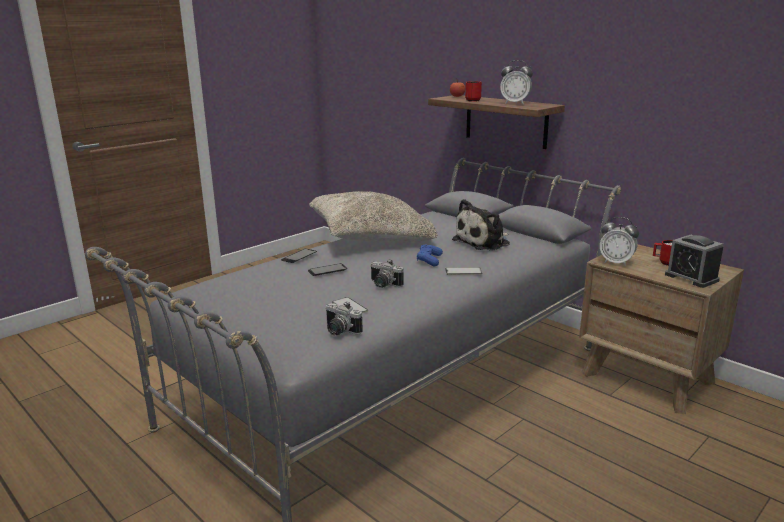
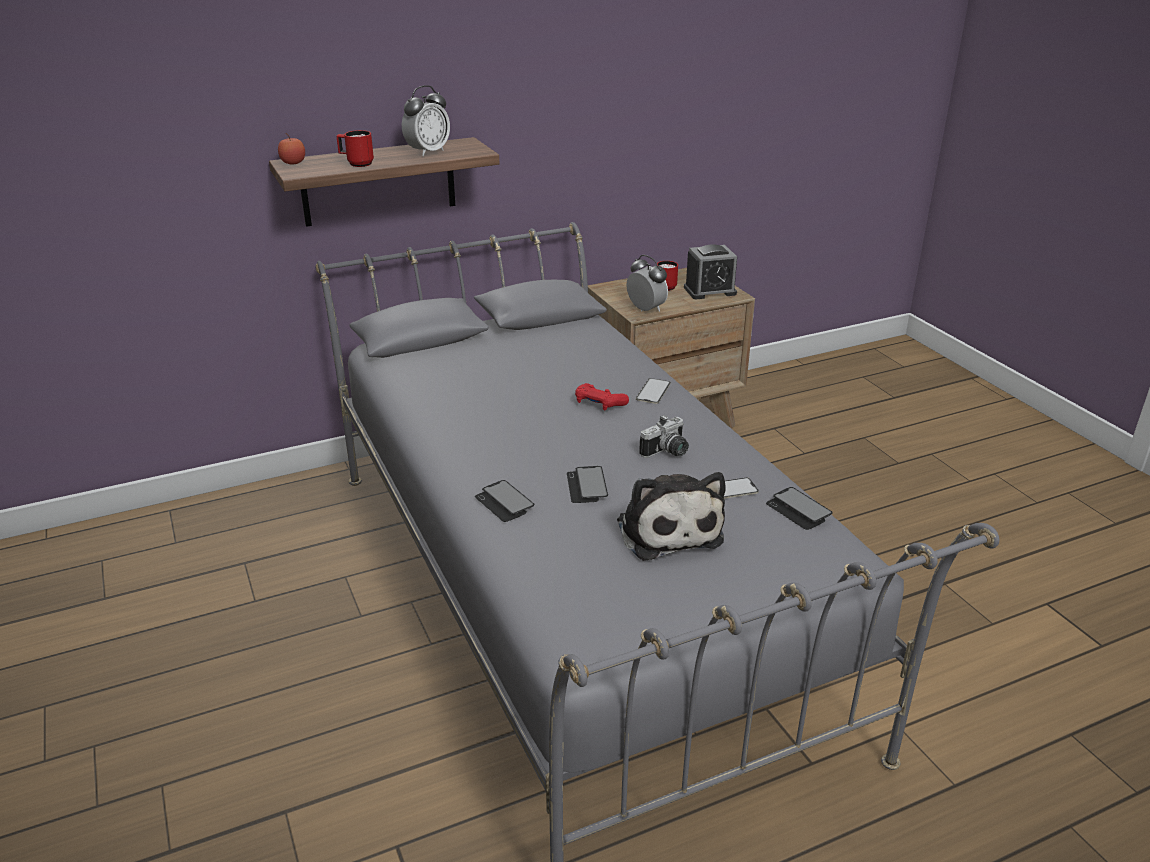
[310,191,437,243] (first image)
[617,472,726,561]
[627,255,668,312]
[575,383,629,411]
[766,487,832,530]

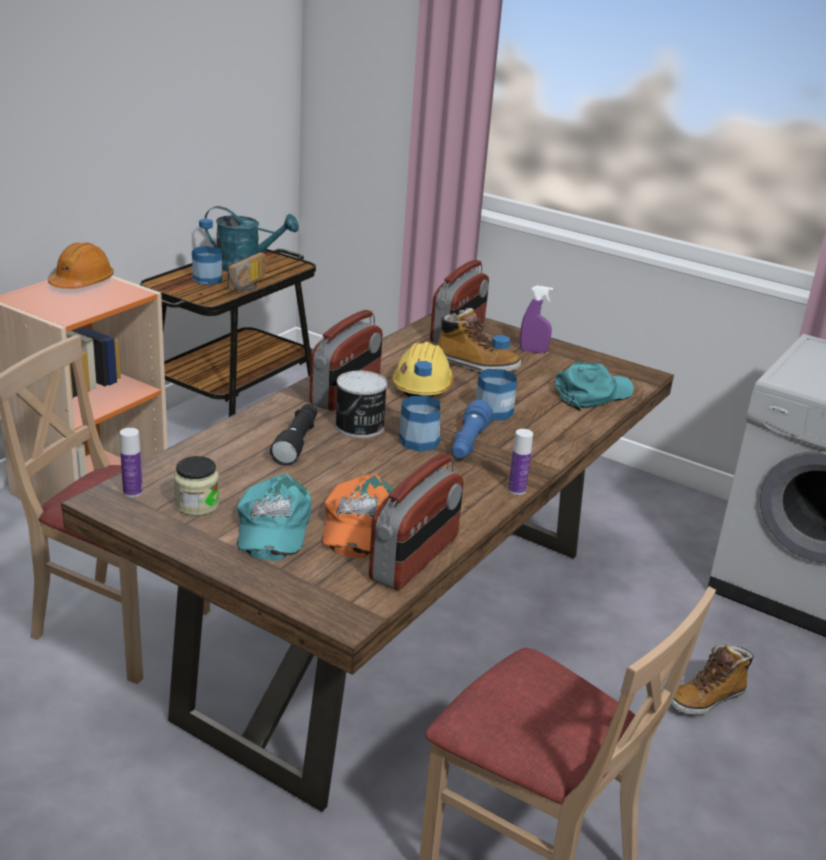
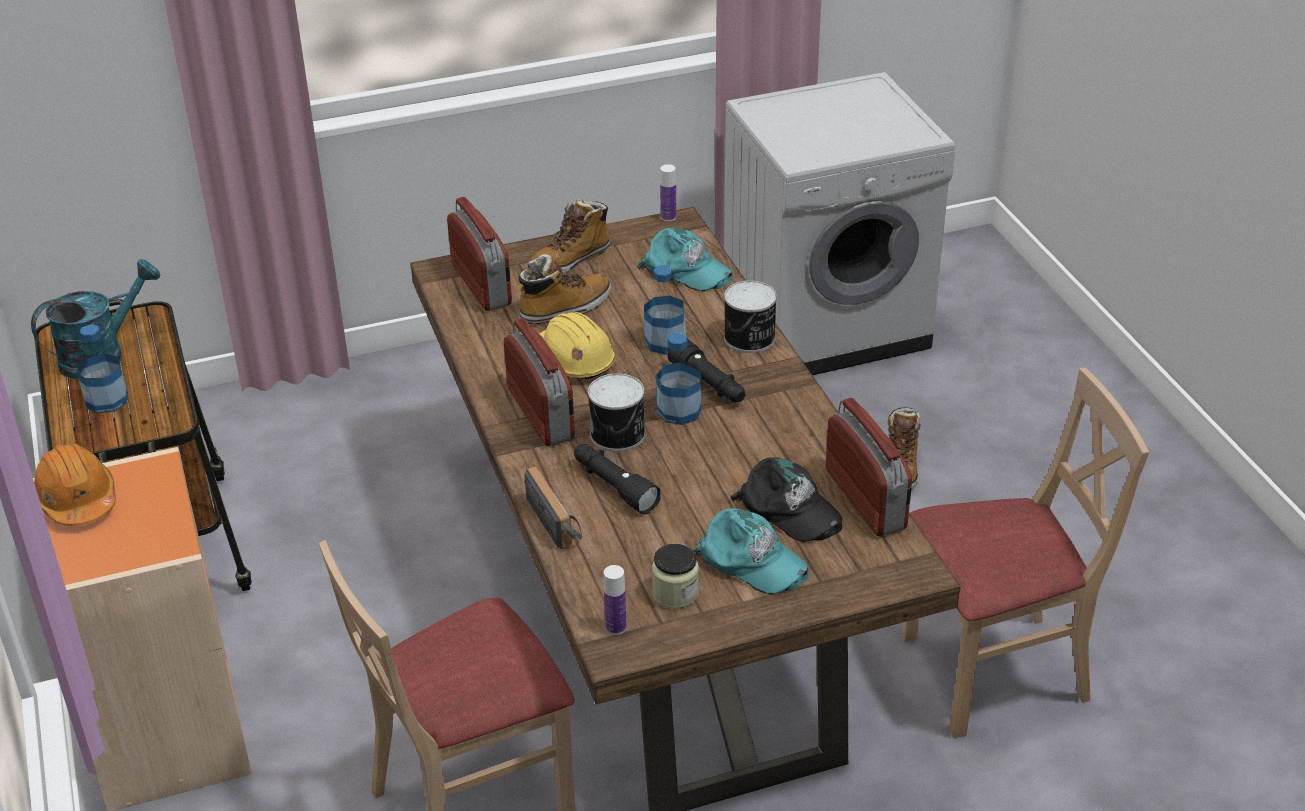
[524,467,582,549]
[528,199,611,273]
[637,228,733,291]
[667,340,745,403]
[660,164,676,222]
[731,457,842,542]
[724,280,777,353]

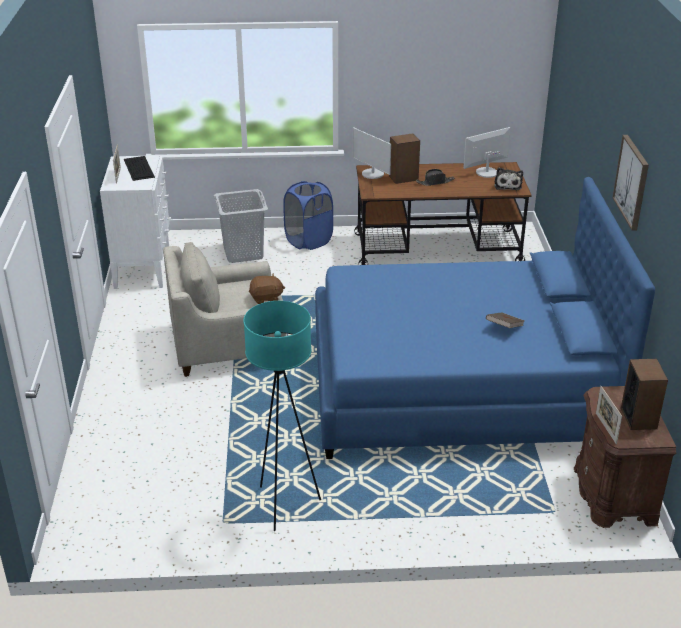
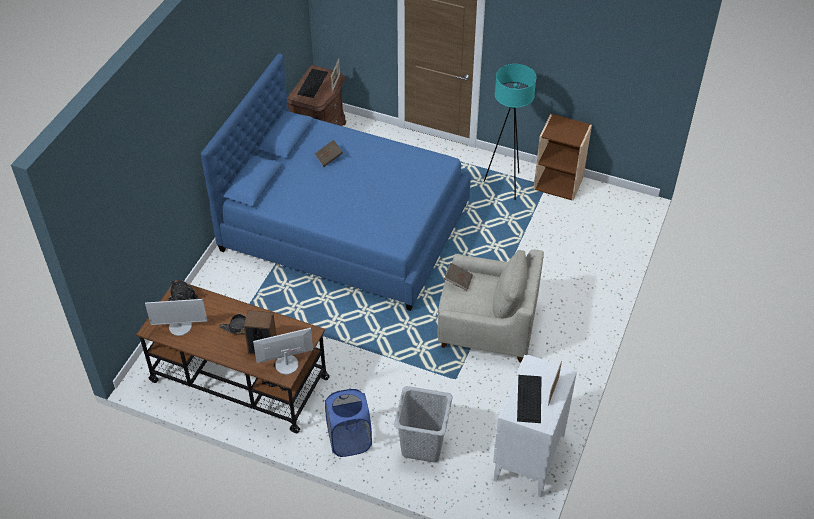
[253,328,313,375]
[612,135,649,231] (first image)
[444,263,473,291]
[297,69,328,98]
[533,114,592,201]

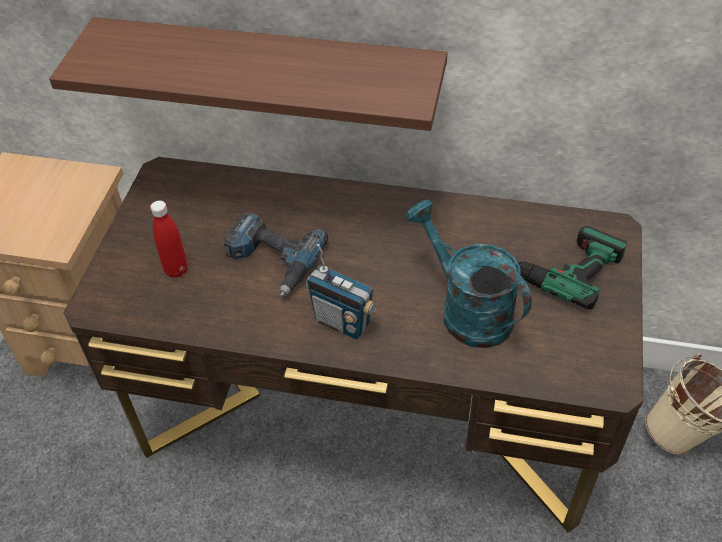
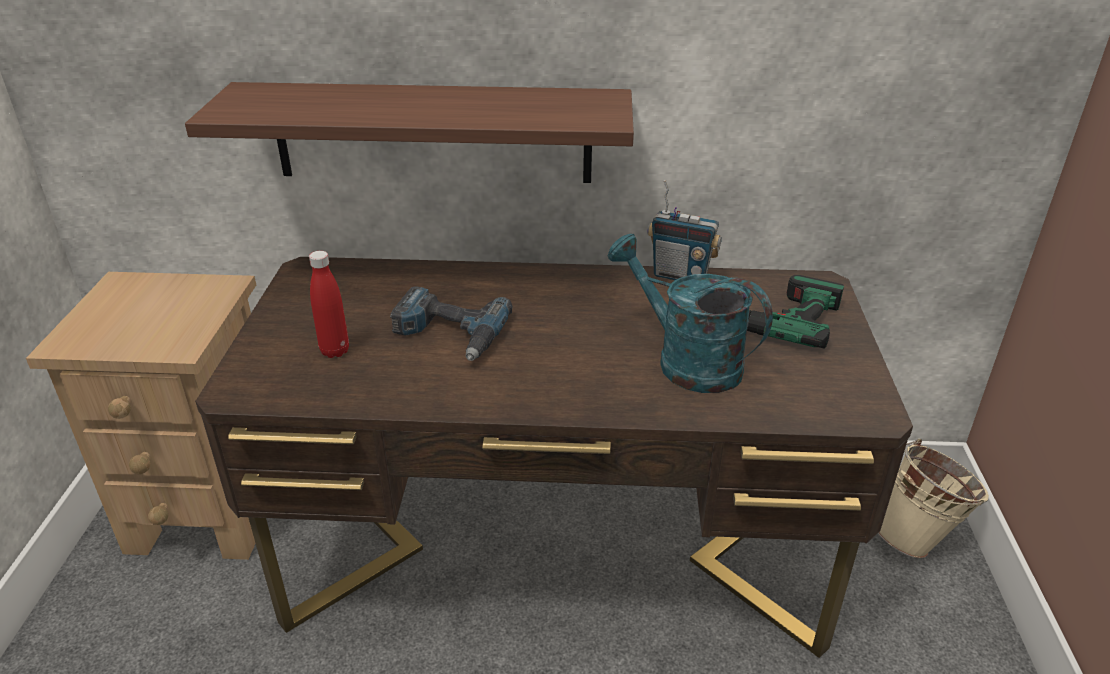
[647,180,722,280]

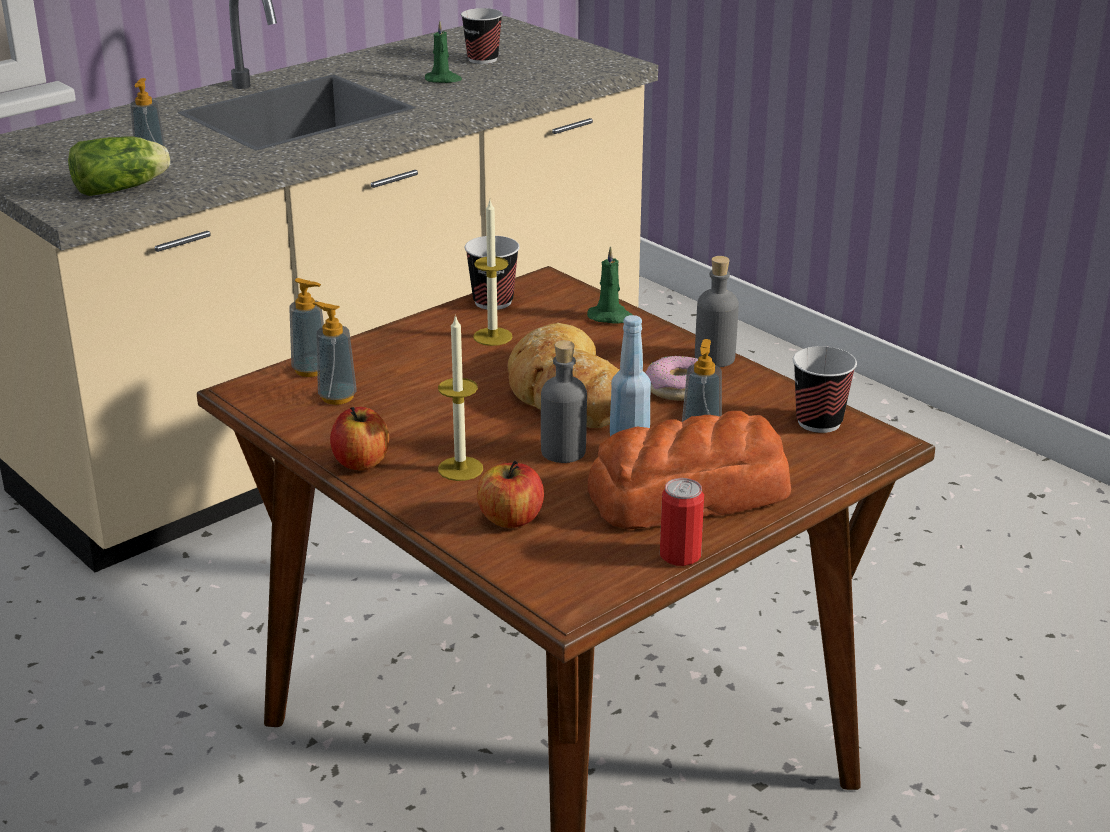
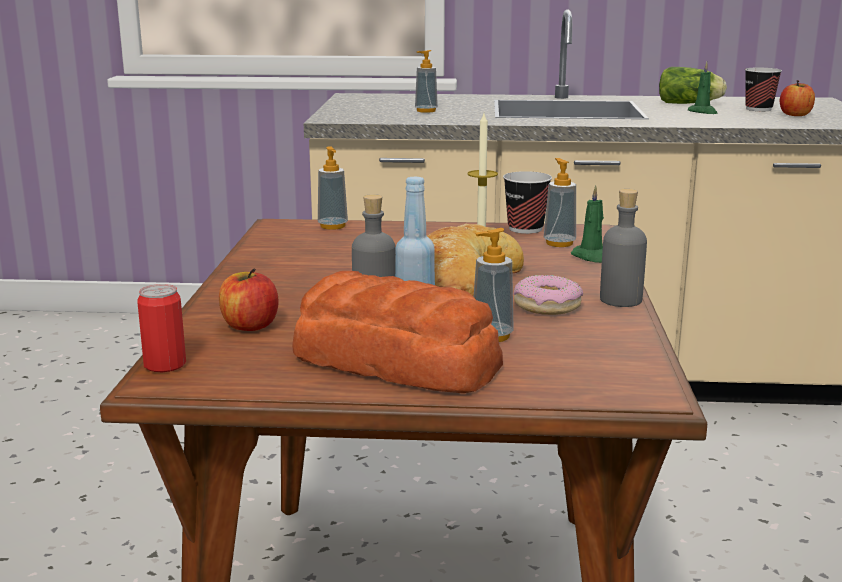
[659,67,727,104]
[544,158,576,247]
[438,314,483,481] (first image)
[793,346,857,433] (first image)
[780,80,815,116]
[137,284,186,372]

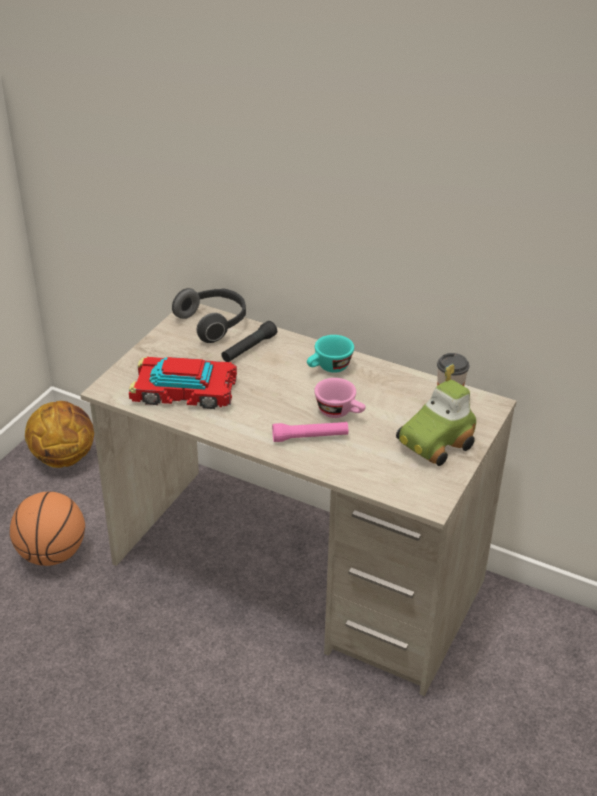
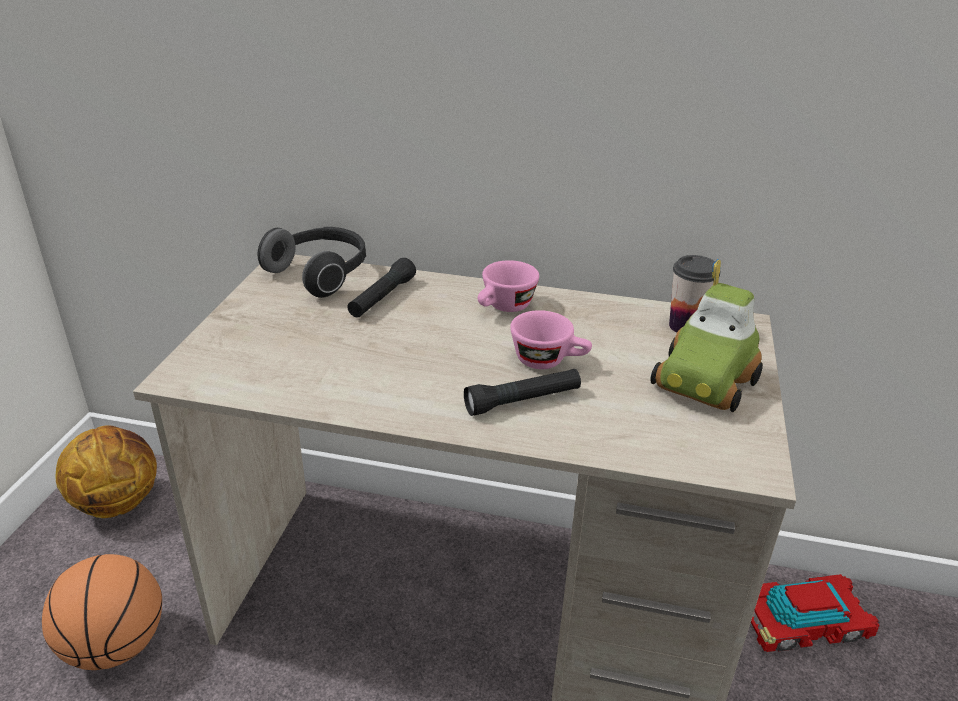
[478,260,539,312]
[751,574,880,652]
[464,369,581,416]

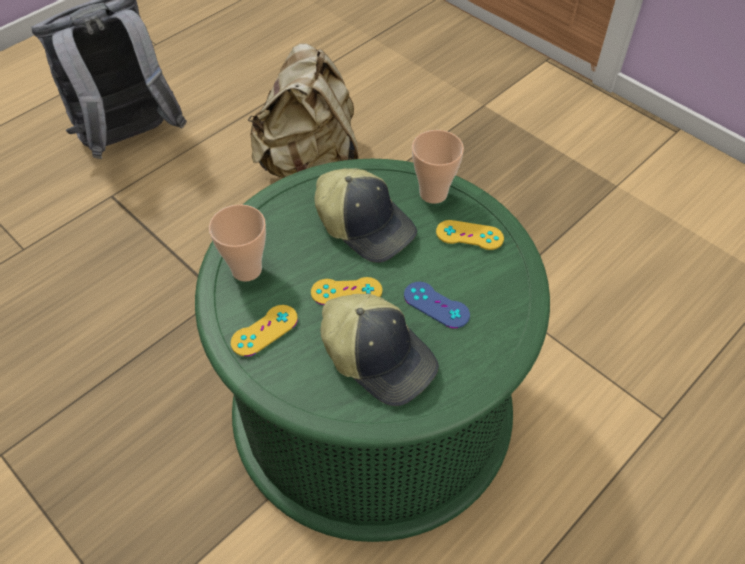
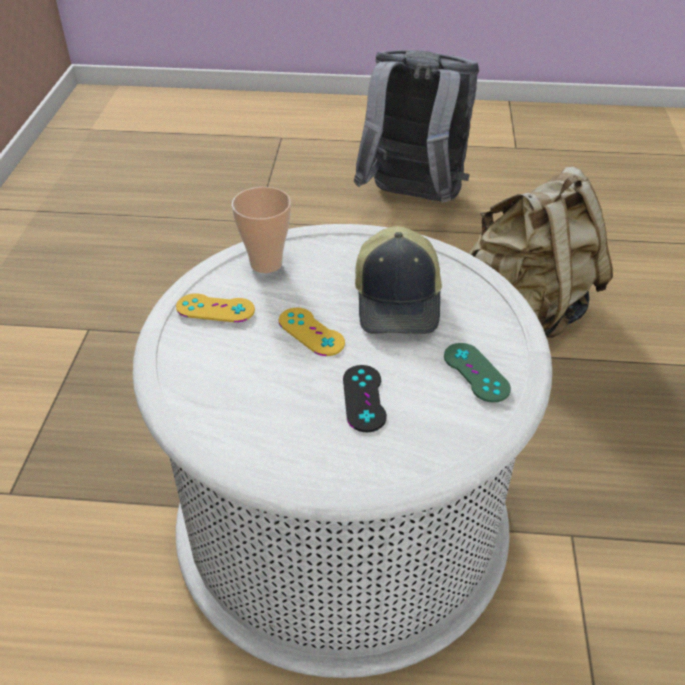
[412,130,464,204] (first image)
[133,224,552,678]
[444,343,511,403]
[343,365,387,432]
[320,294,439,406] (first image)

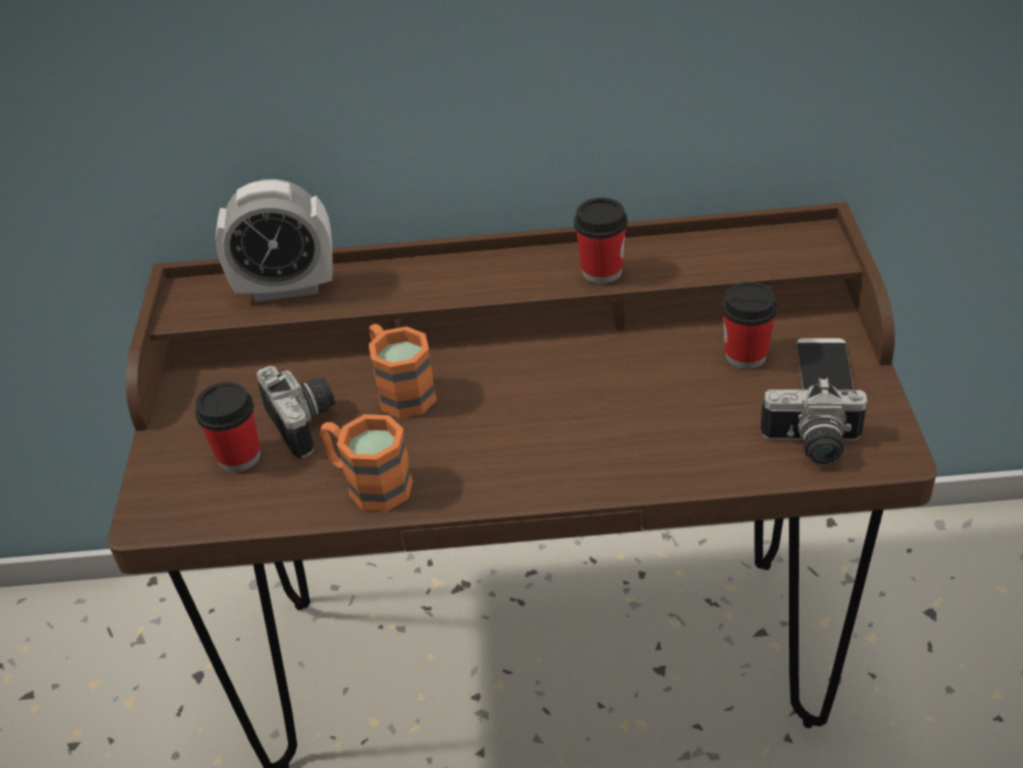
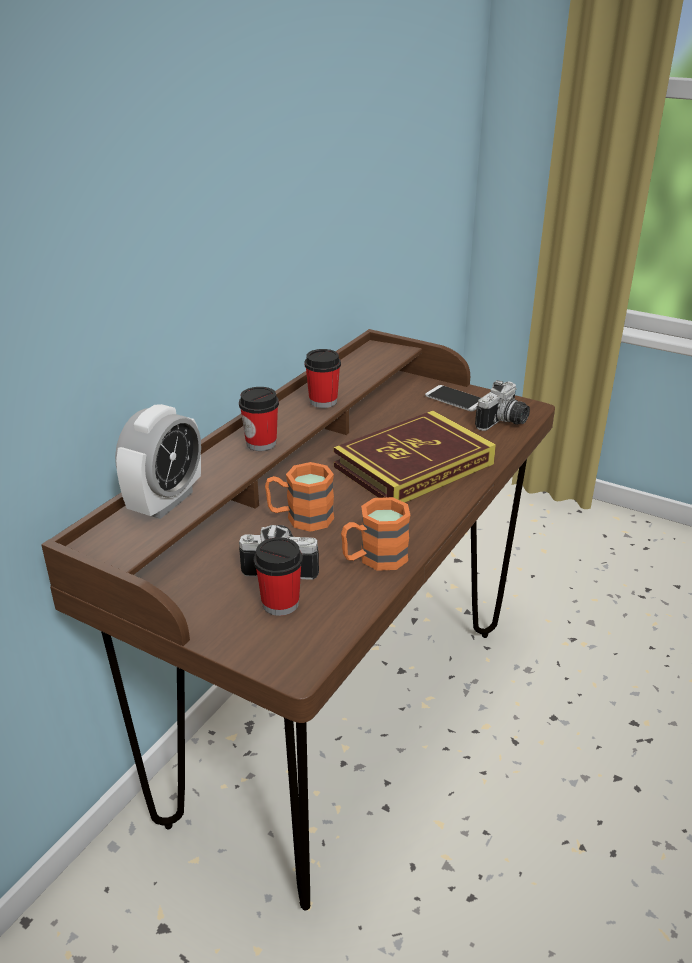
[239,387,279,451]
[334,411,496,503]

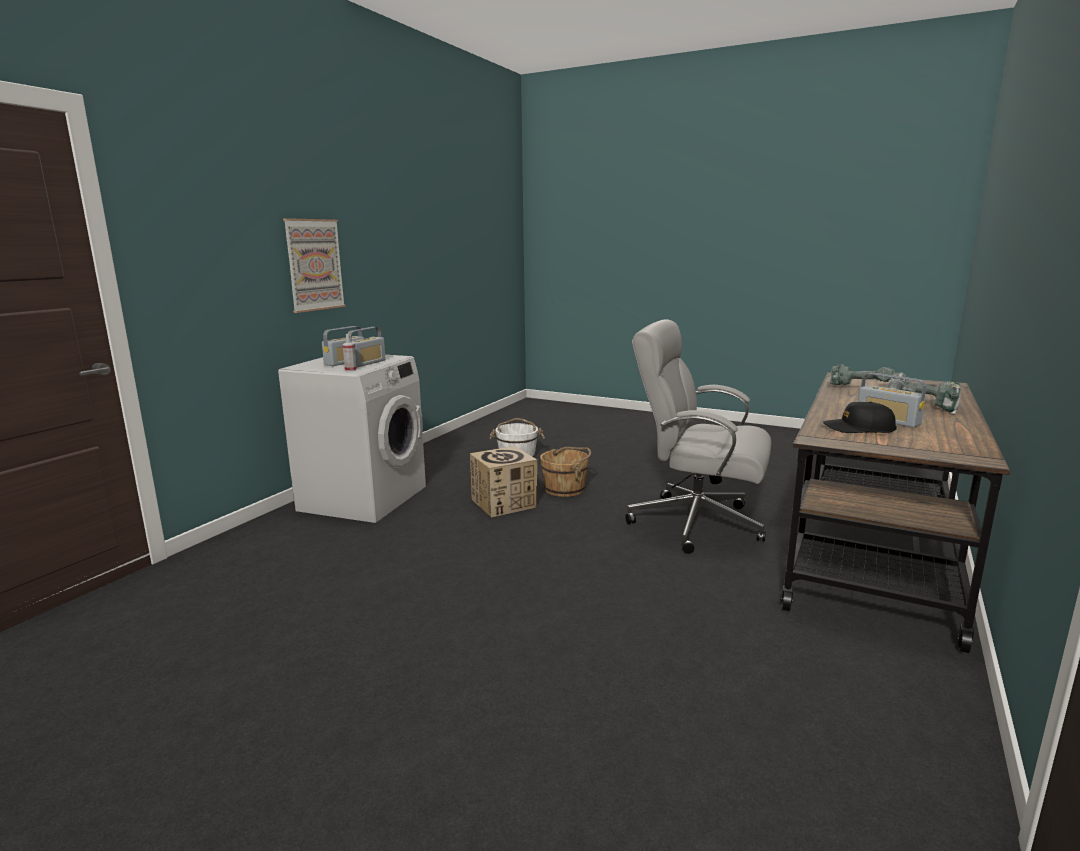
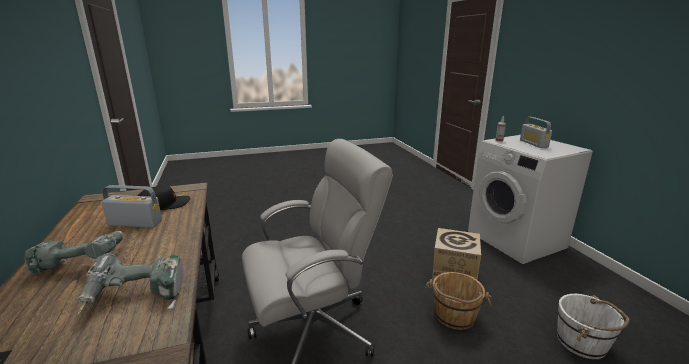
[283,218,346,313] (first image)
[345,327,386,367] (first image)

